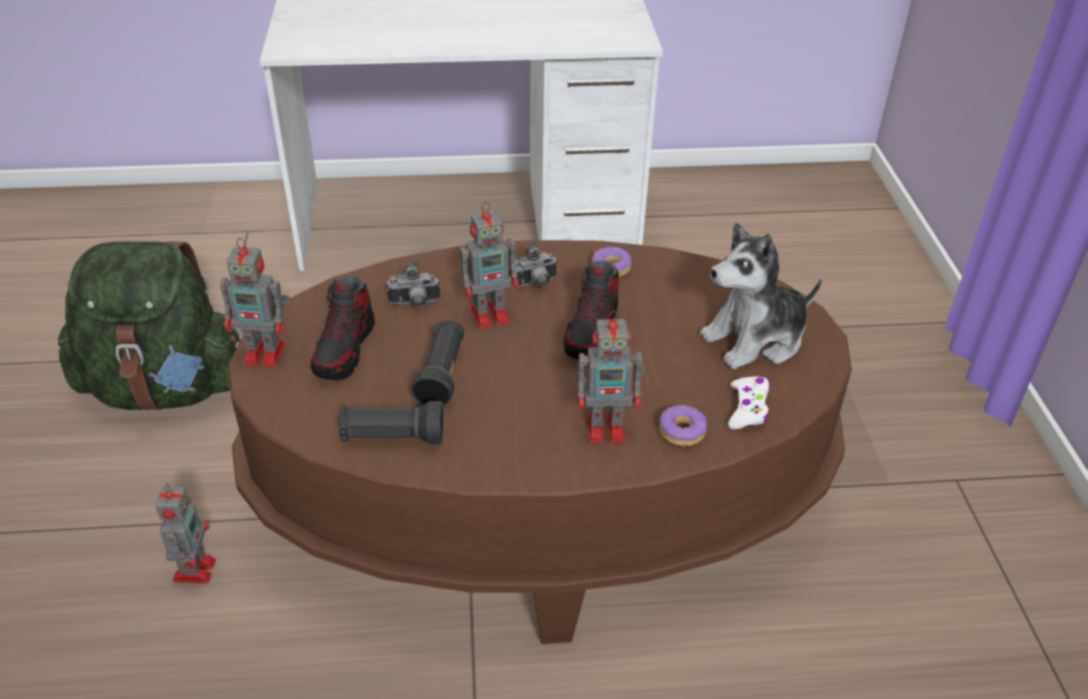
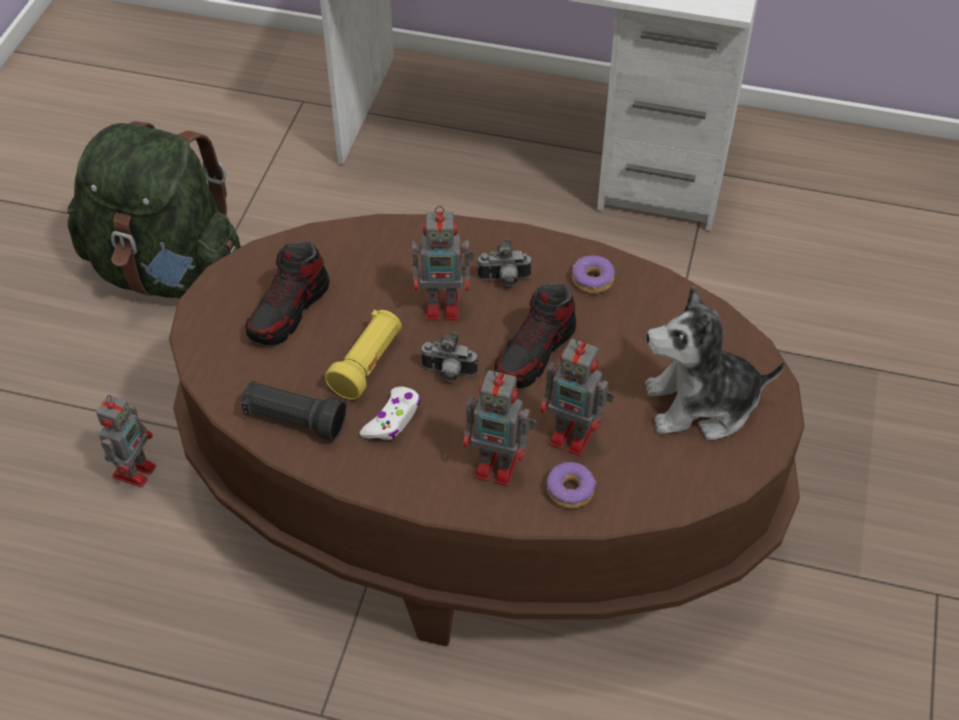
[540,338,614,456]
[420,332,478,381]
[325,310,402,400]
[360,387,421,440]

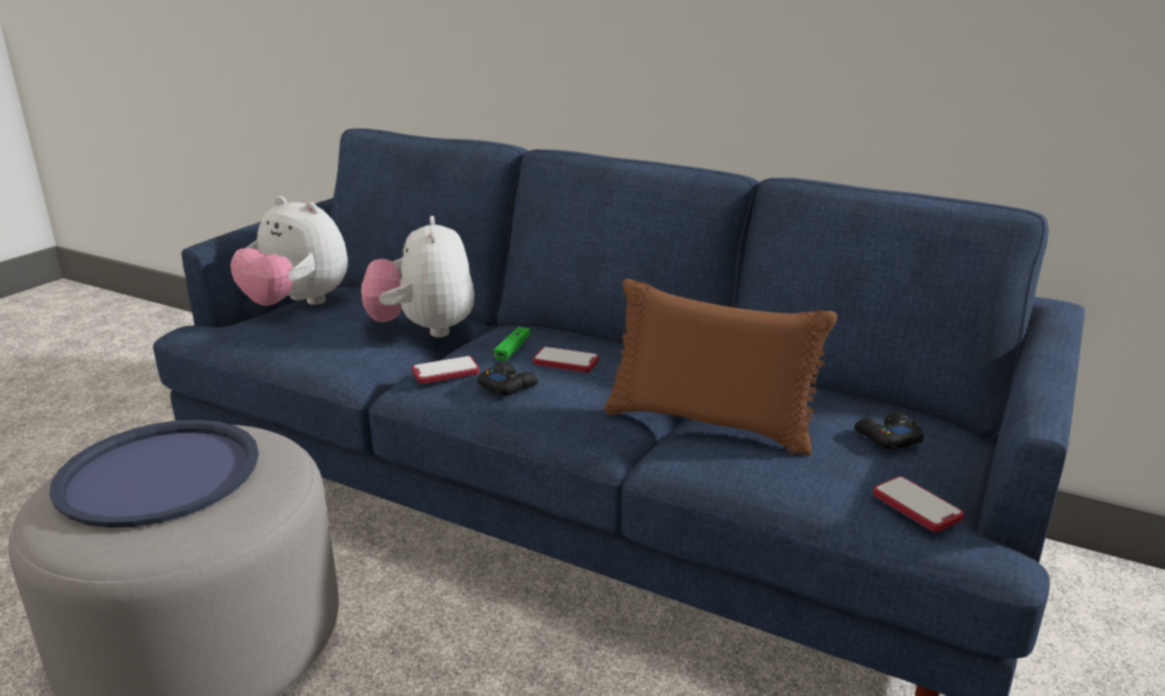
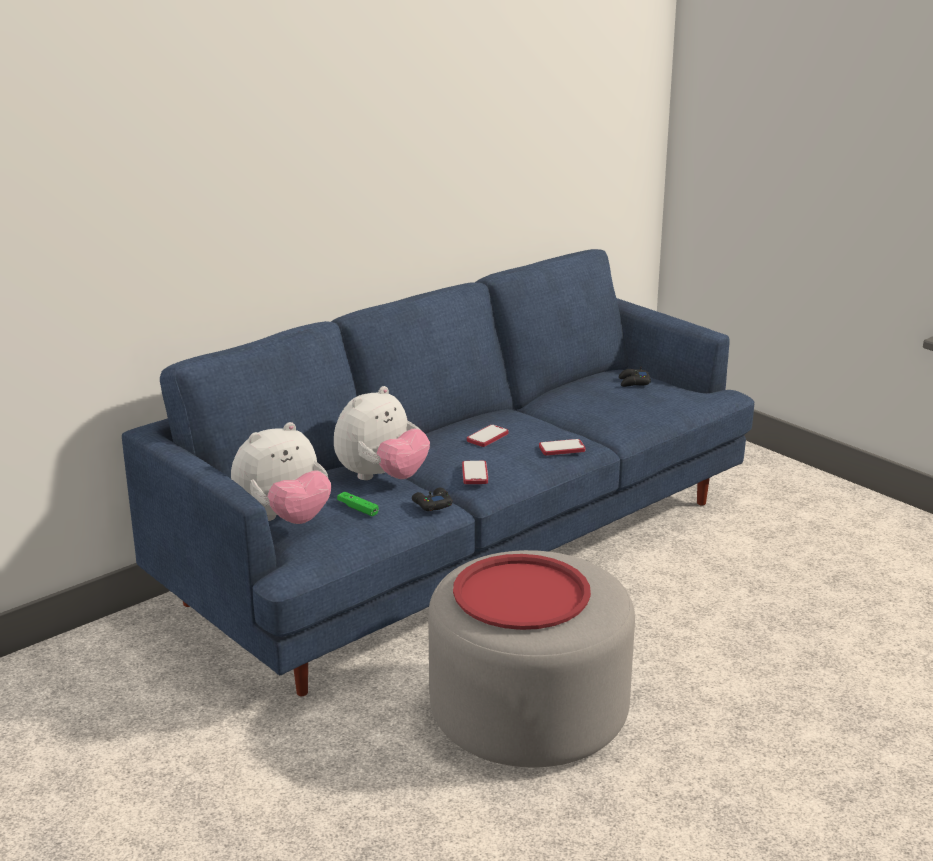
[334,386,430,480]
[604,279,837,456] (first image)
[337,491,378,516]
[412,488,453,511]
[453,554,591,630]
[539,439,586,456]

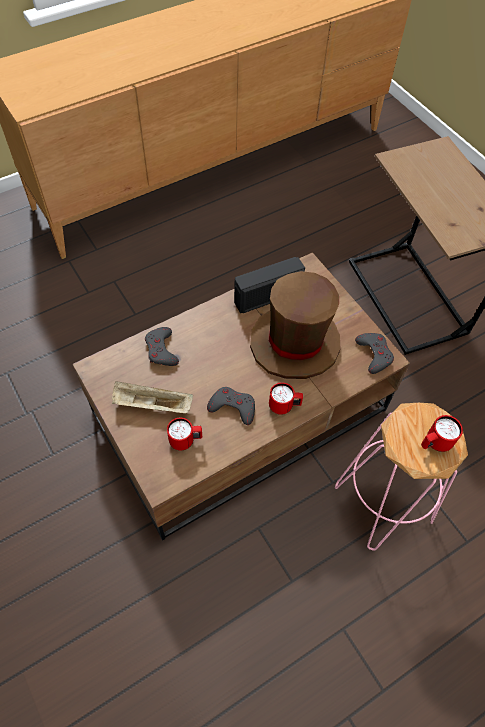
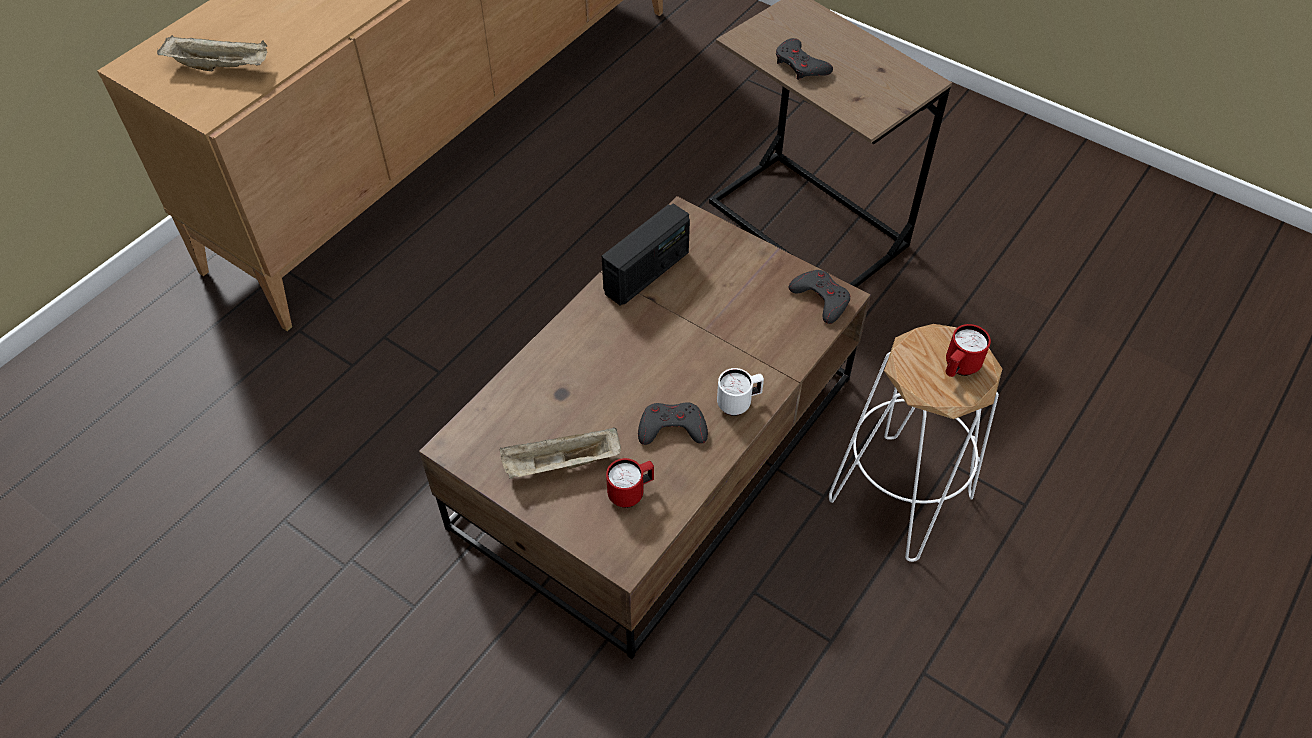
[250,271,341,379] (first image)
[776,38,833,80]
[717,368,764,416]
[829,324,1002,562]
[157,35,267,72]

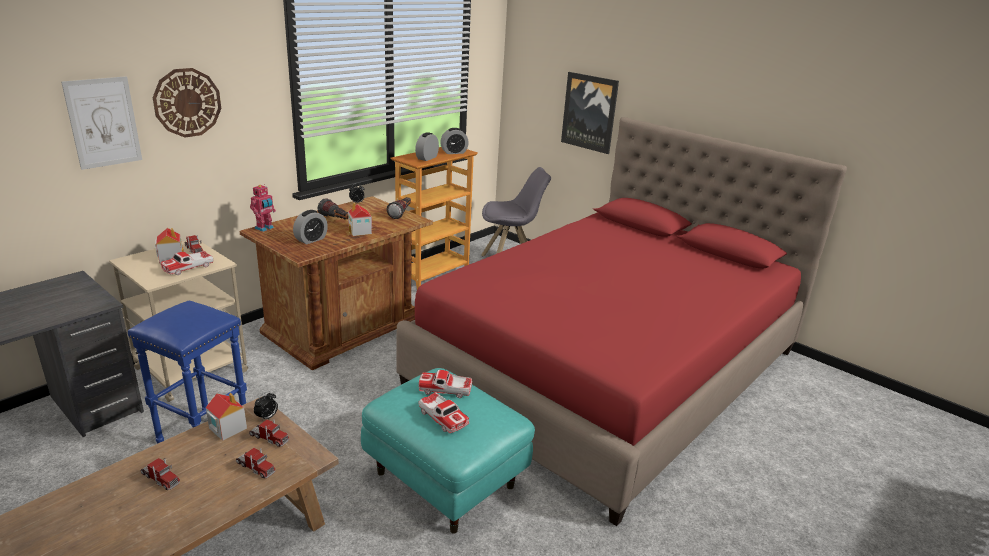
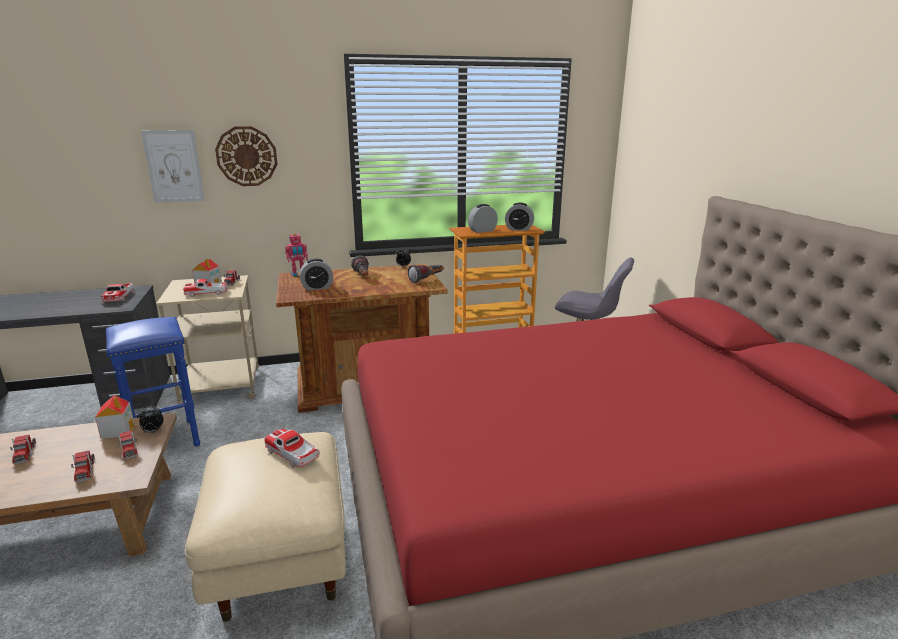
[561,72,619,154] (first image)
[348,202,372,236] (first image)
[185,432,346,622]
[101,283,134,302]

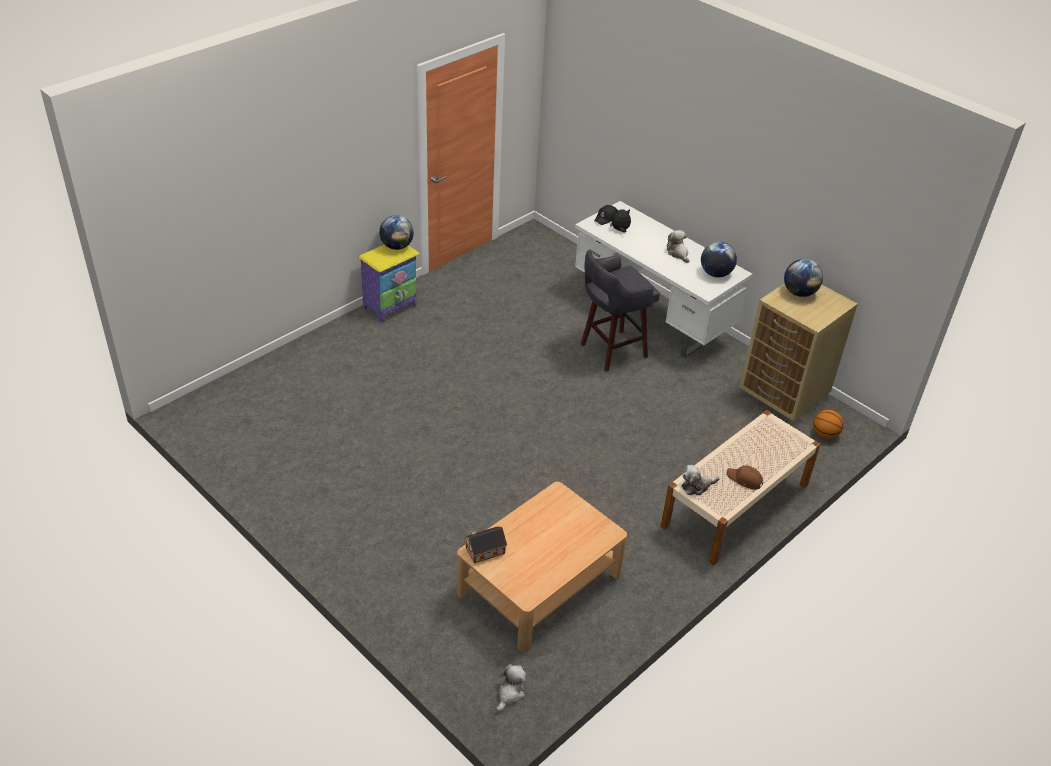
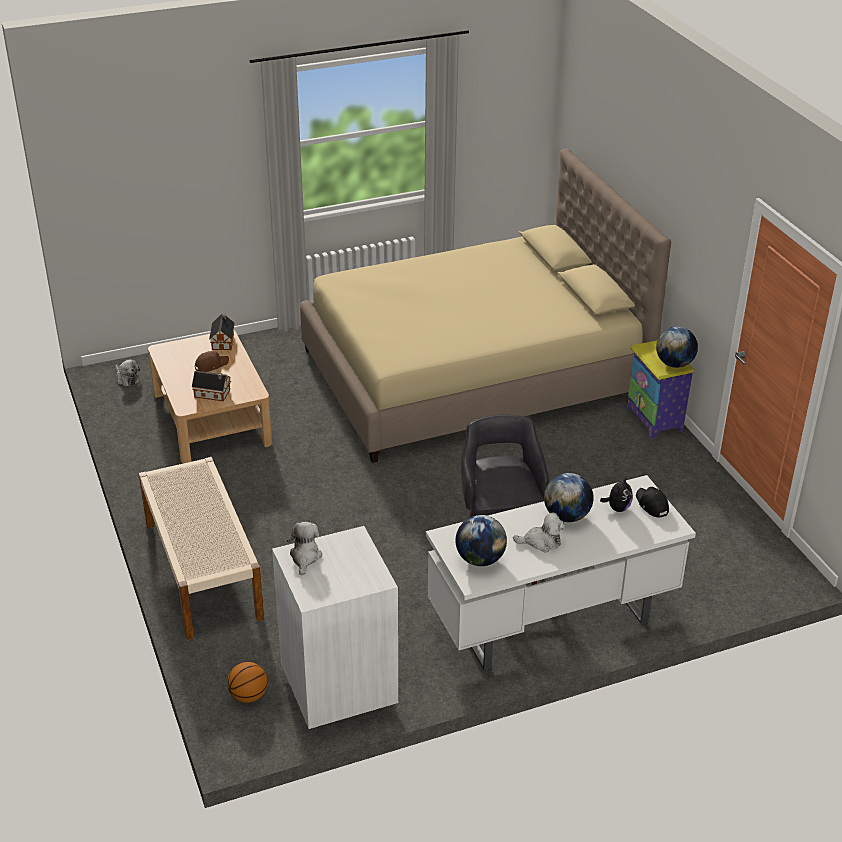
[544,473,594,522]
[272,526,398,729]
[287,522,322,575]
[195,351,229,372]
[300,148,671,463]
[192,371,231,401]

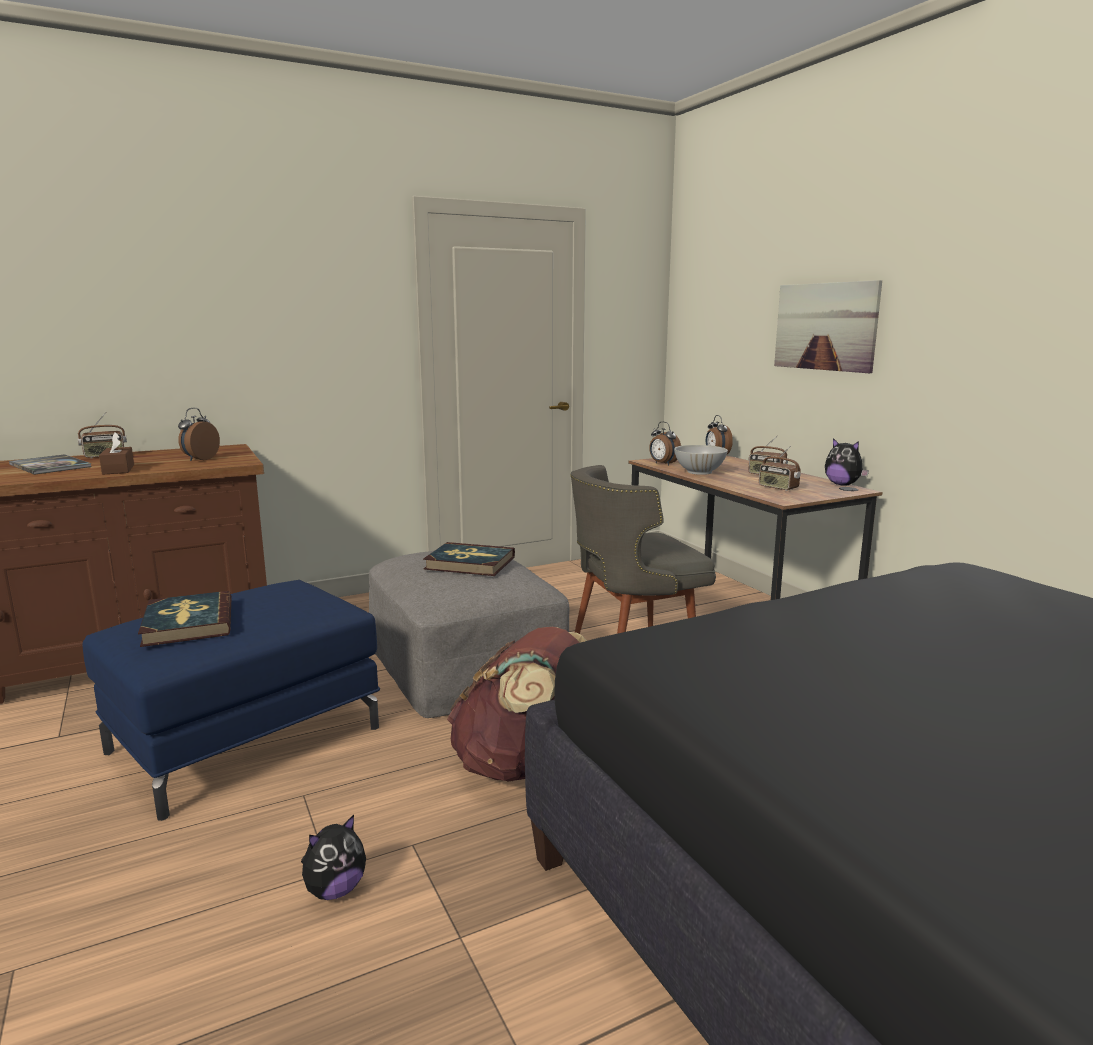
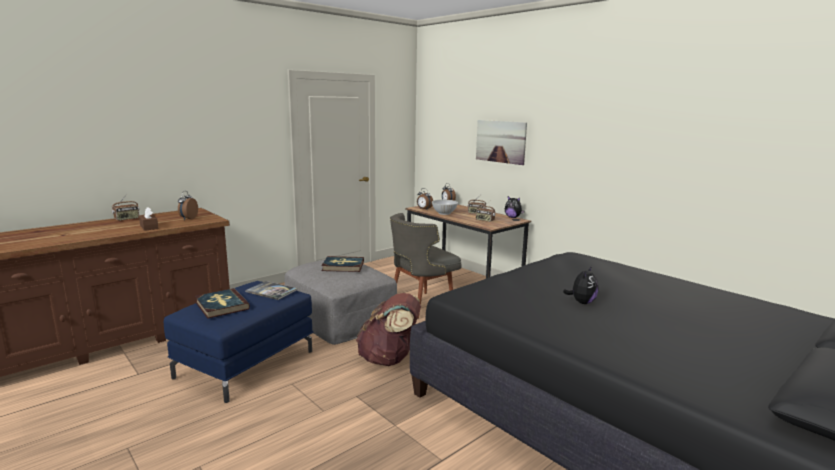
[245,281,298,300]
[563,266,598,304]

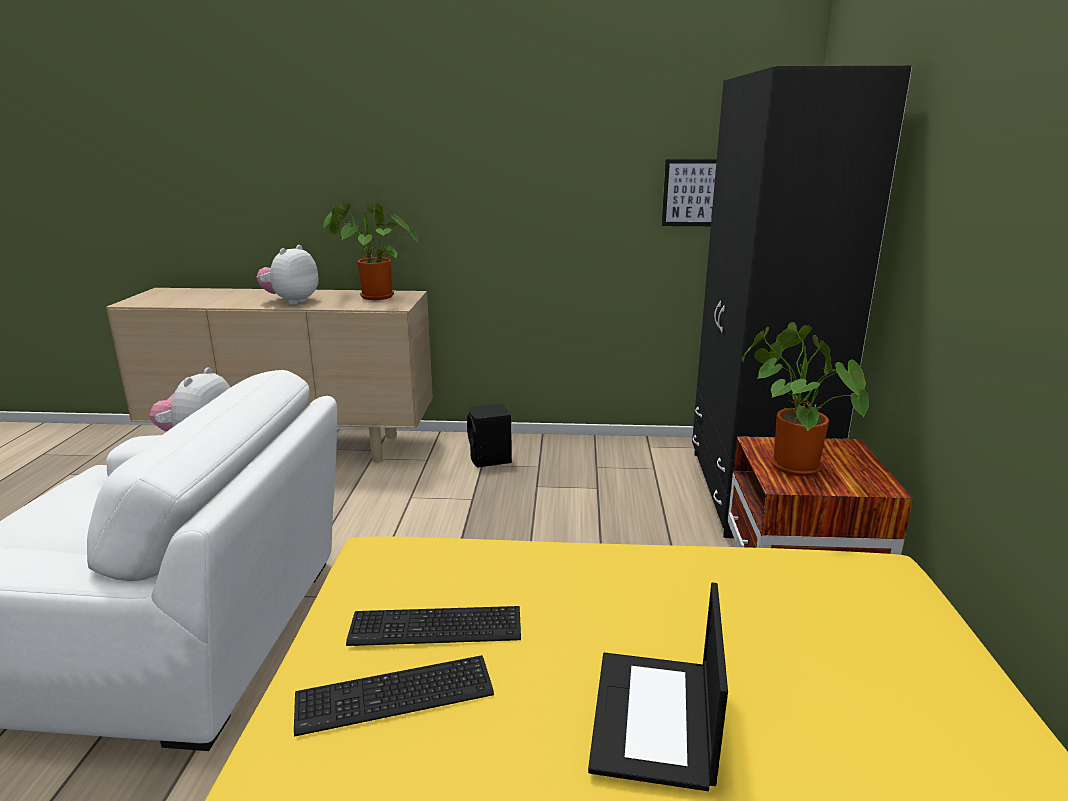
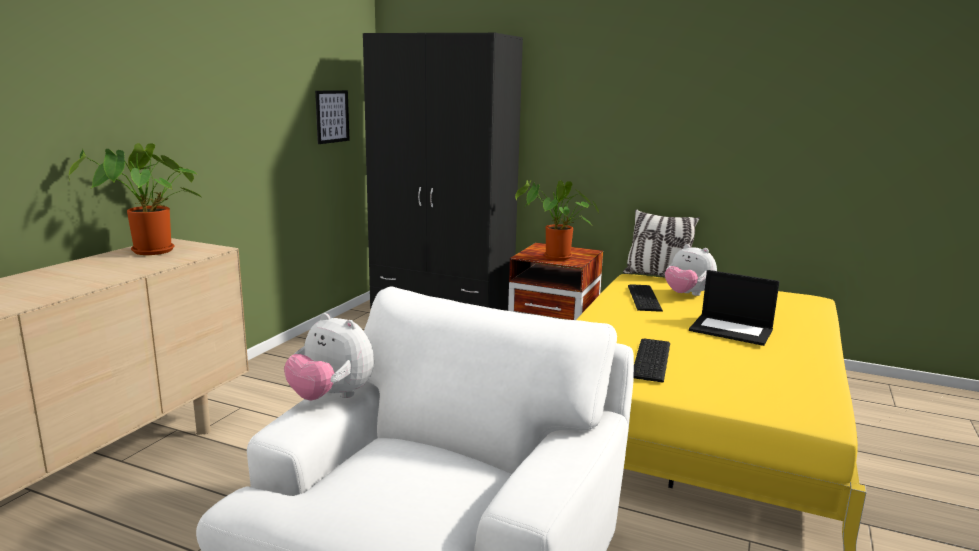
[665,244,717,296]
[467,404,512,468] (first image)
[628,284,663,312]
[623,209,700,277]

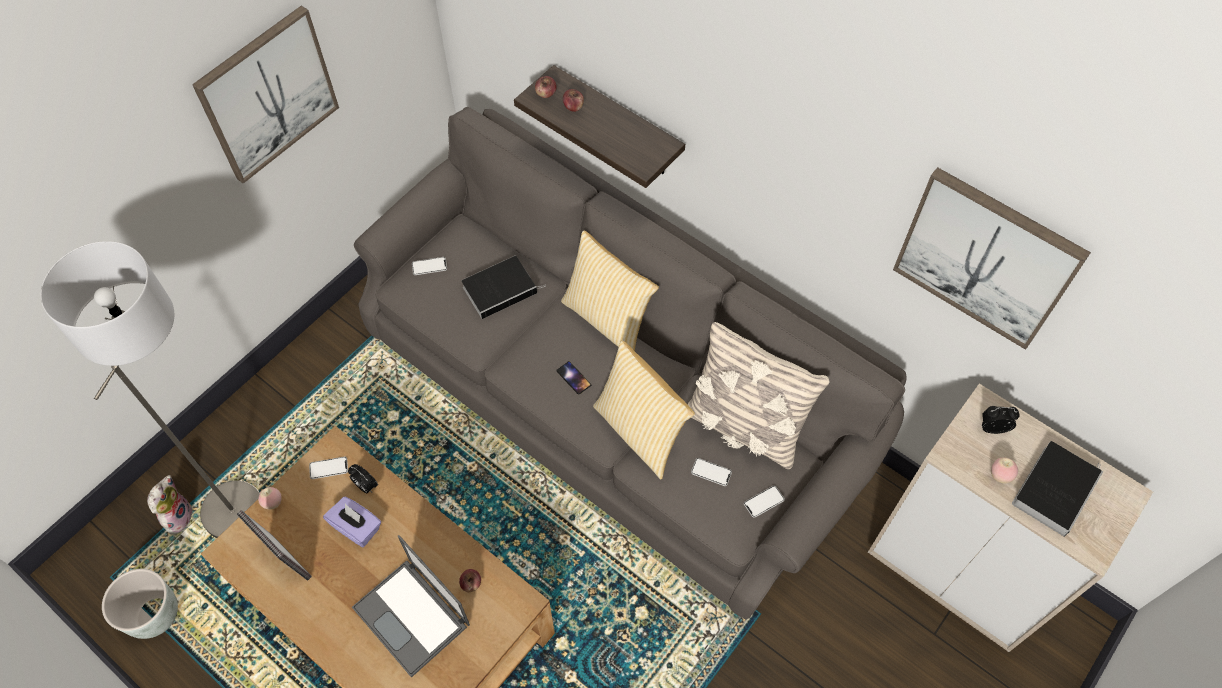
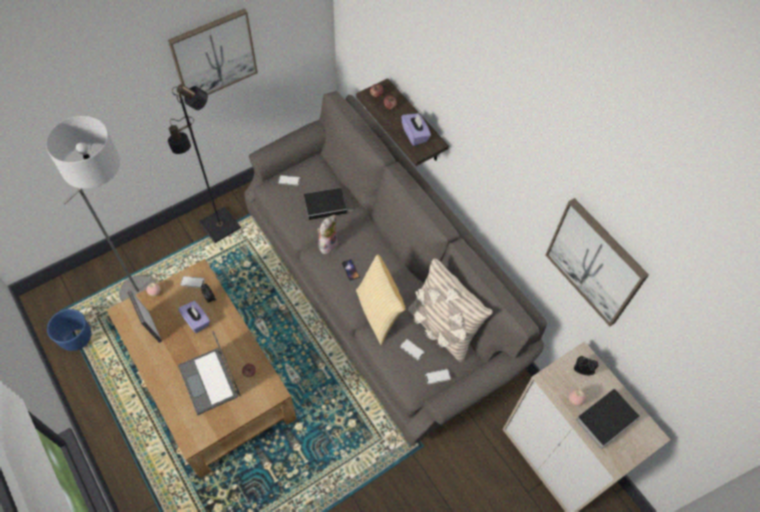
[561,231,659,351] (first image)
[317,215,338,254]
[47,309,91,351]
[168,84,241,243]
[401,113,431,146]

